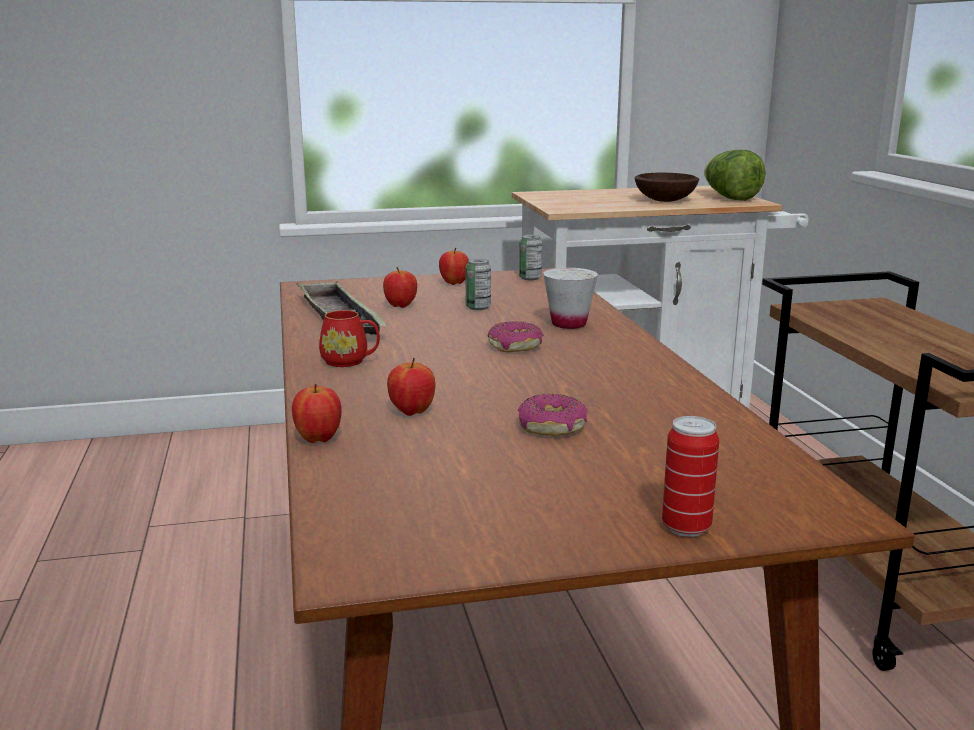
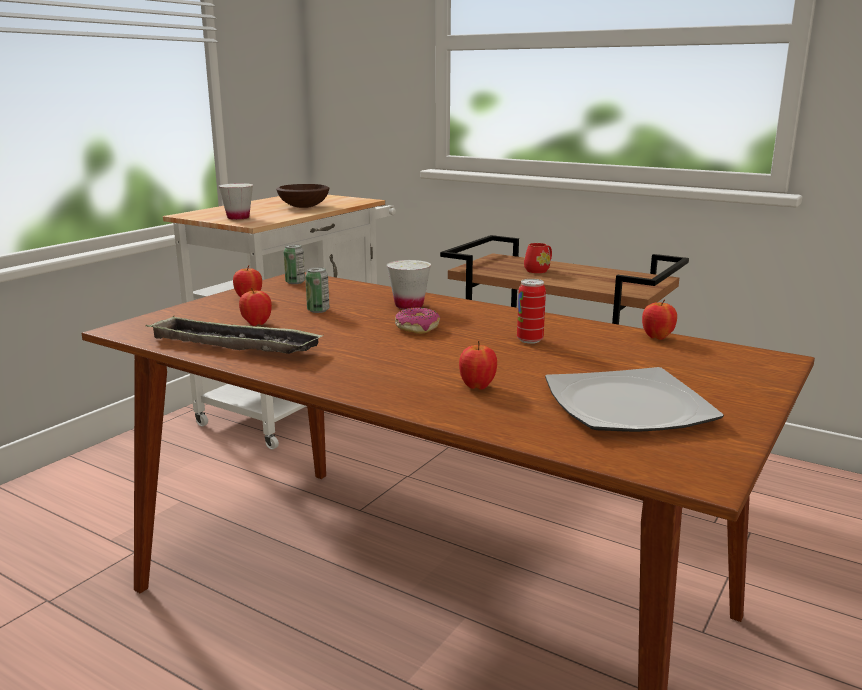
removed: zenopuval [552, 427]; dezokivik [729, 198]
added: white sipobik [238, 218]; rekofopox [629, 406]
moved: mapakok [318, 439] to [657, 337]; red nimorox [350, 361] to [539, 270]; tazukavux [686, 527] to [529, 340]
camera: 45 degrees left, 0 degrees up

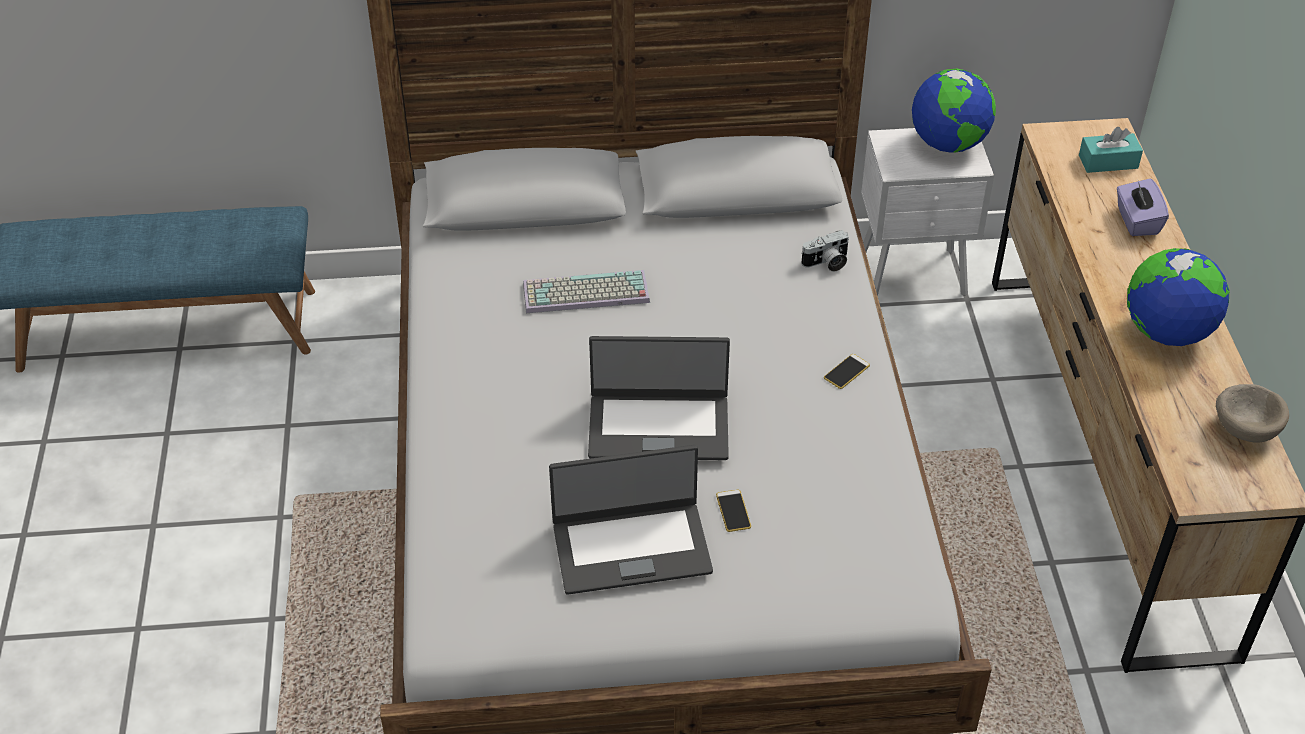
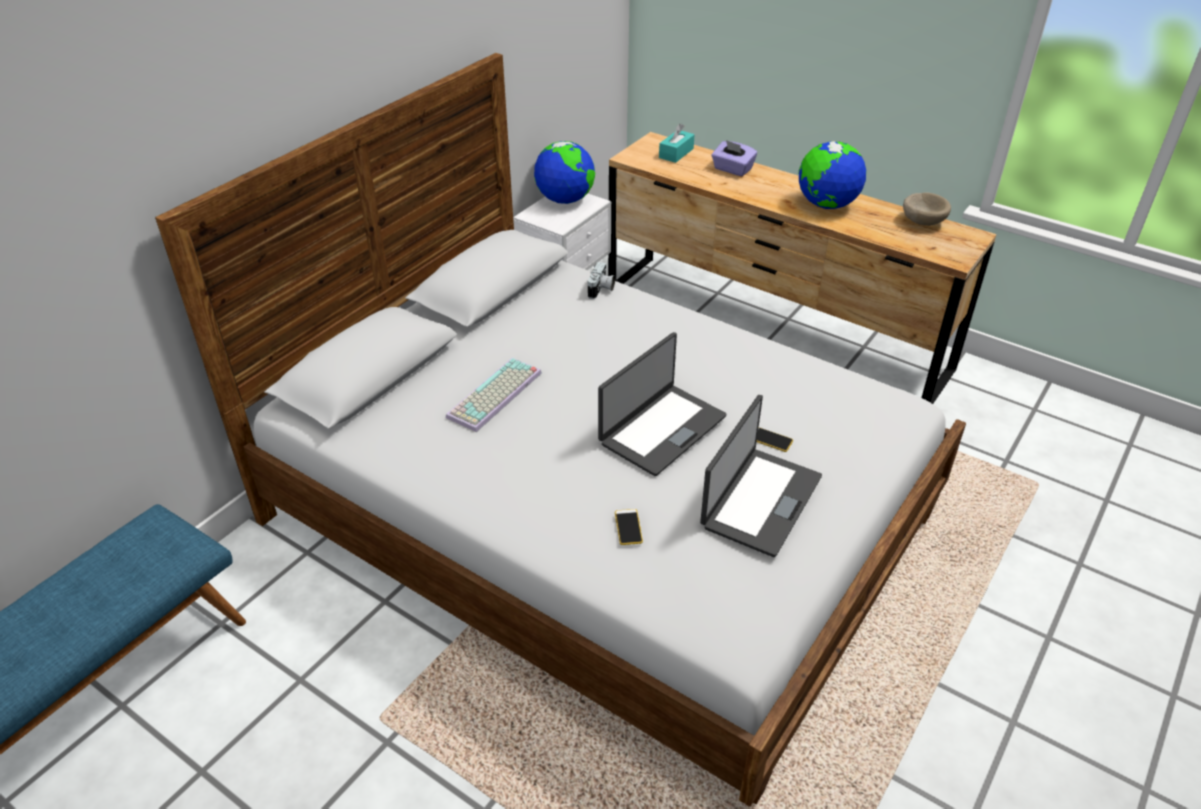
moved: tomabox [846, 372] to [628, 527]
camera: 50 degrees left, 5 degrees down

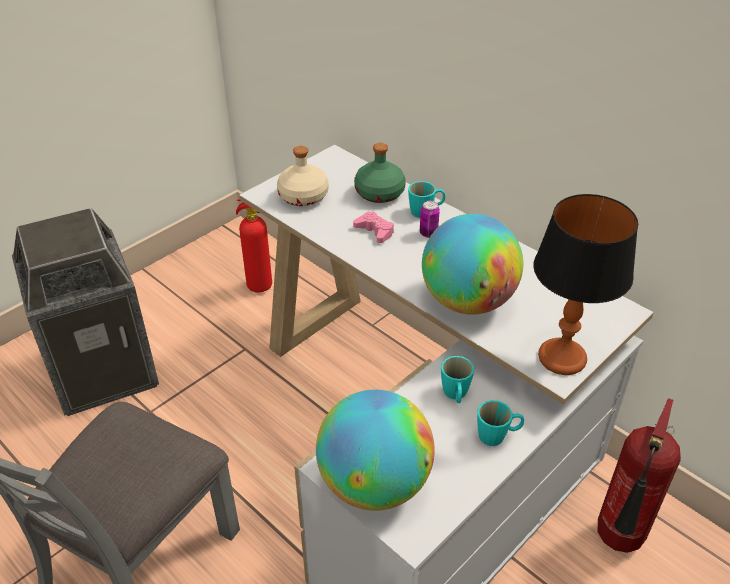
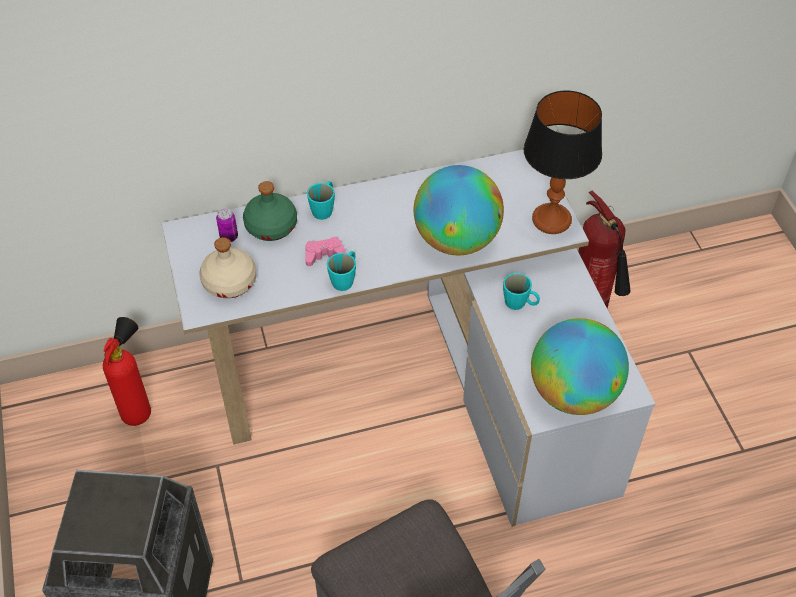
moved: tazukavux [428, 233] to [229, 237]; turquoise nimorox [497, 436] to [345, 279]
camera: 60 degrees left, 10 degrees up

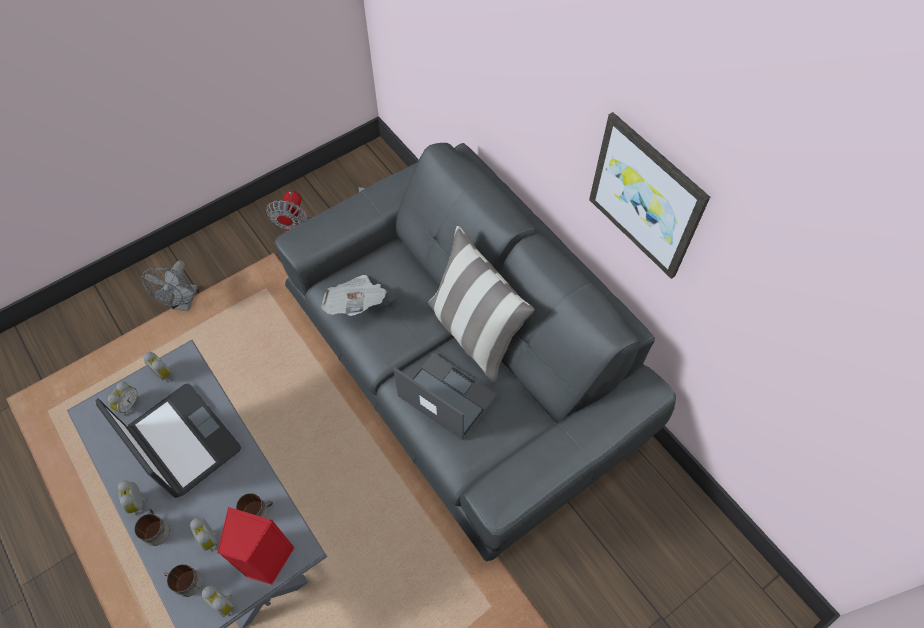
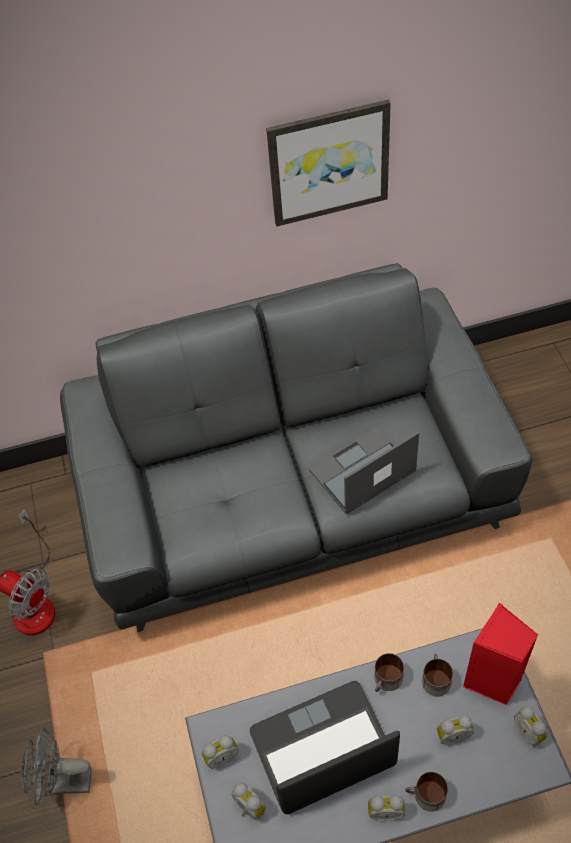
removed: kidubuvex [356, 304]; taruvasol [475, 333]
moved: nimorox [184, 583] to [387, 681]
turned: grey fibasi [184, 303] = [63, 782] 150 degrees clockwise; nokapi [224, 602] = [529, 732] 90 degrees clockwise
camera: 65 degrees left, 5 degrees down

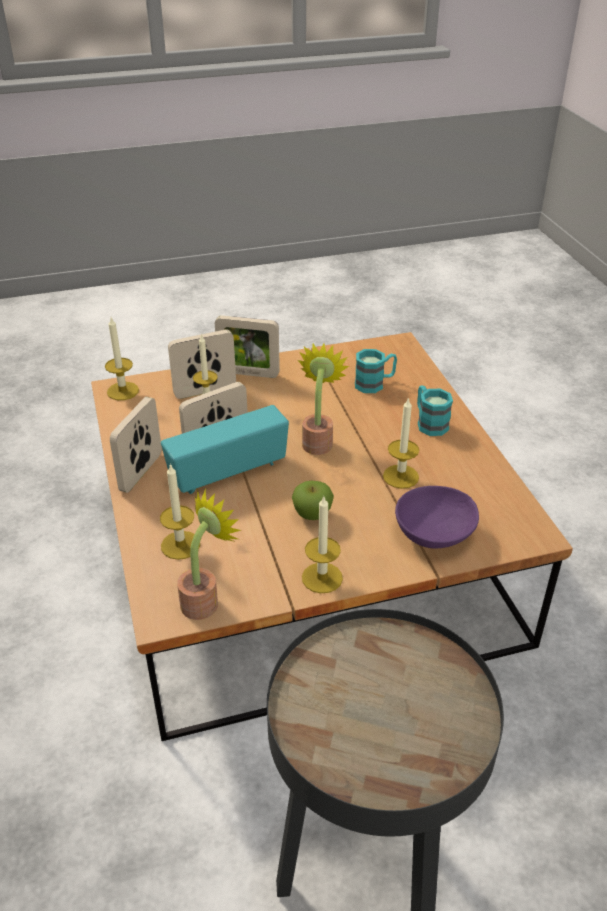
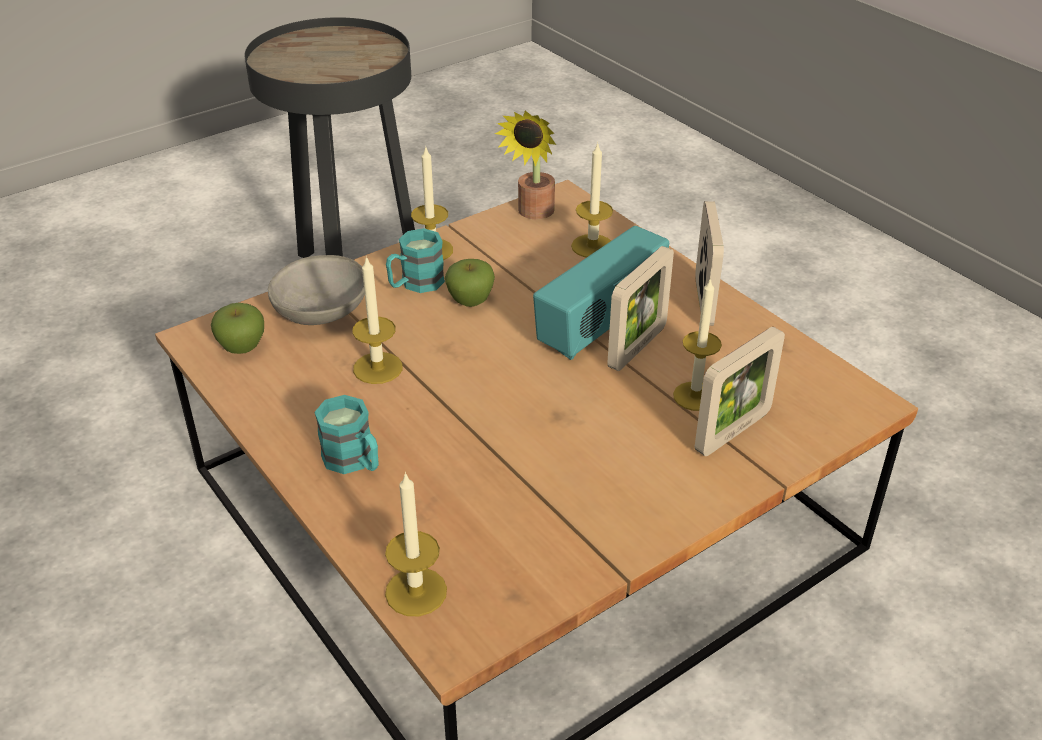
removed: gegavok [248, 373]; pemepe [318, 441]
added: mapakok [242, 348]
moved: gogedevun [123, 391] to [416, 592]; turquoise nimorox [375, 383] to [415, 284]
recoloured: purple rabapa [433, 533] to grey rabapa [322, 312]
camera: 160 degrees right, 0 degrees up

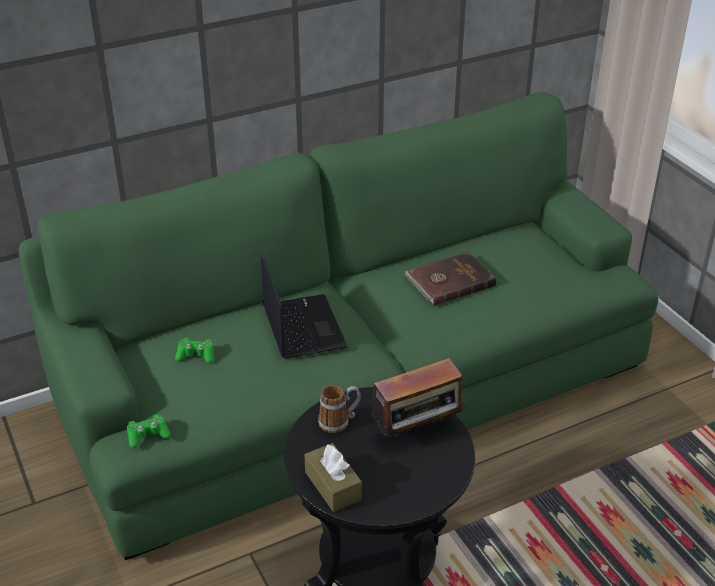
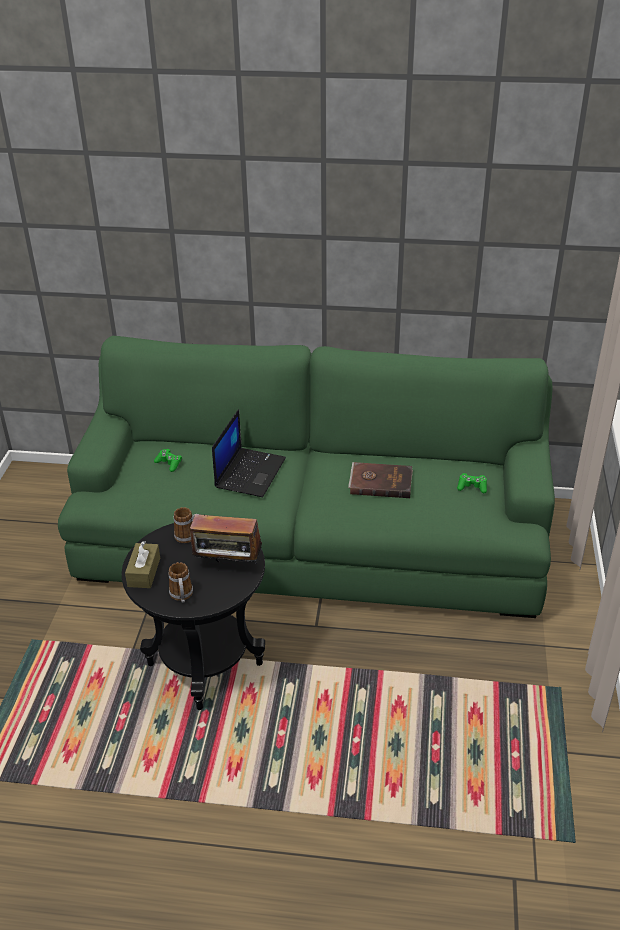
added: nimorox [182, 596]
moved: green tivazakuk [148, 435] to [472, 487]
camera: 35 degrees right, 0 degrees up

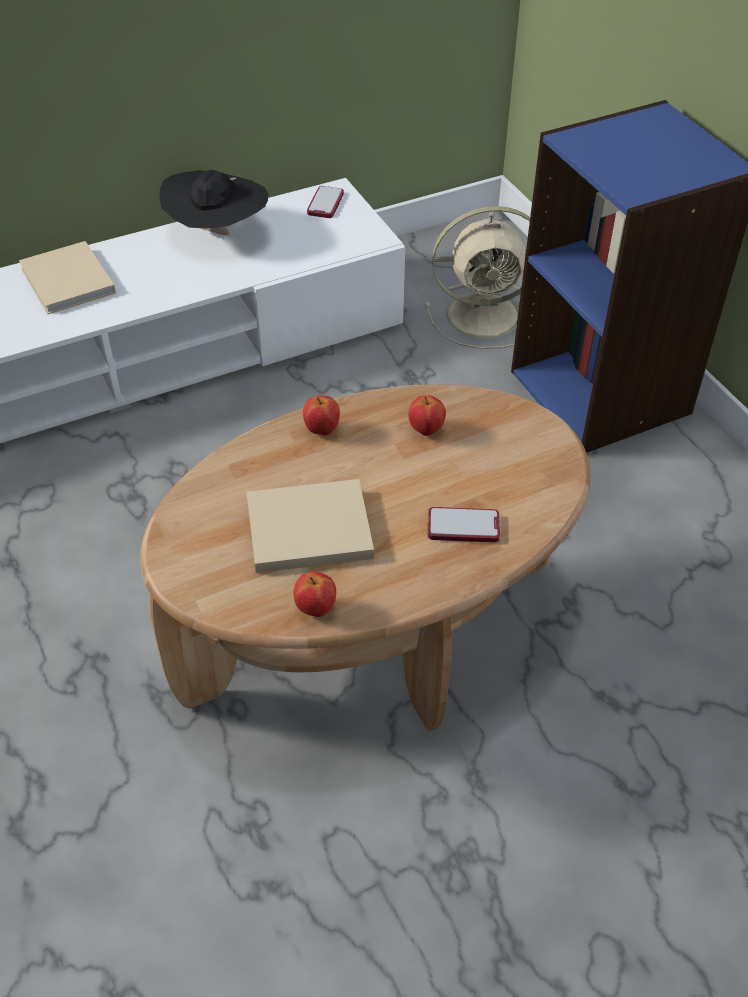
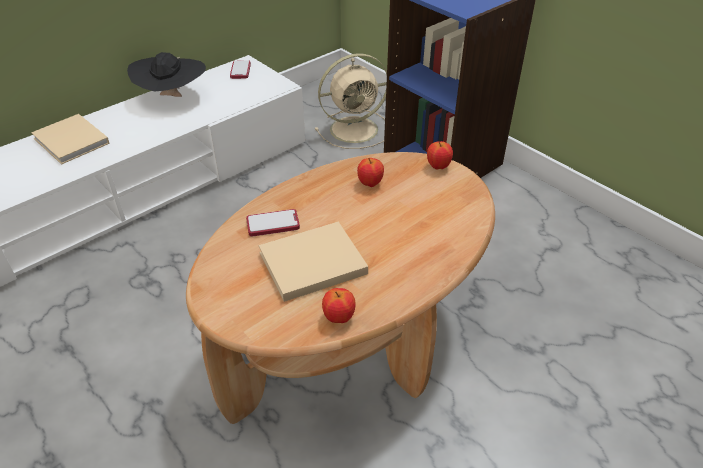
moved: mapakok [322, 430] to [438, 166]; tomabox [463, 526] to [273, 224]
camera: 15 degrees left, 5 degrees down

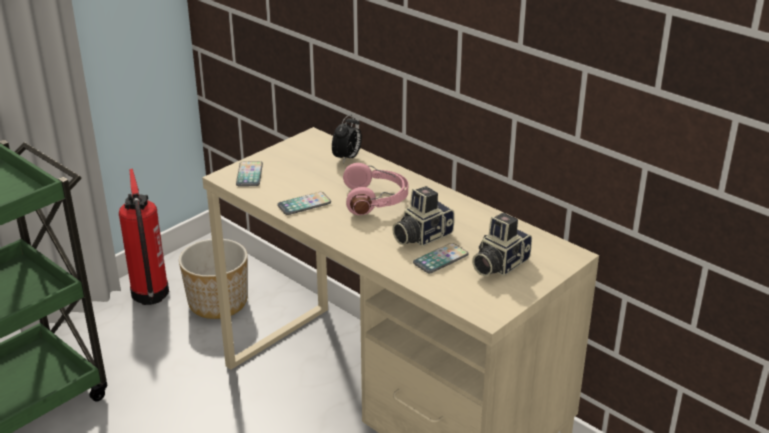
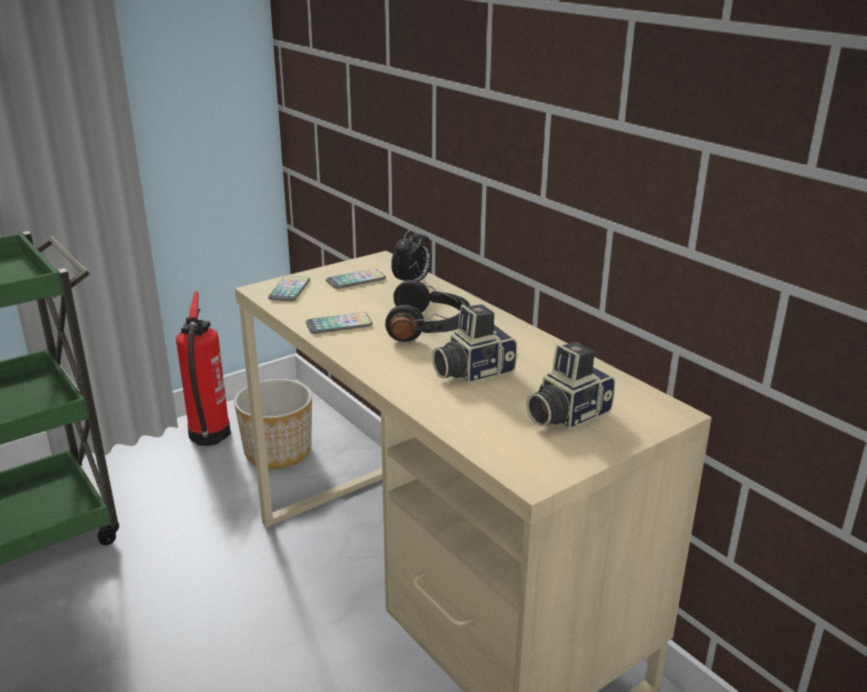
moved: tomabox [440, 259] to [356, 280]
recoloured: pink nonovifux [376, 200] to black nonovifux [429, 327]
camera: 10 degrees right, 5 degrees down

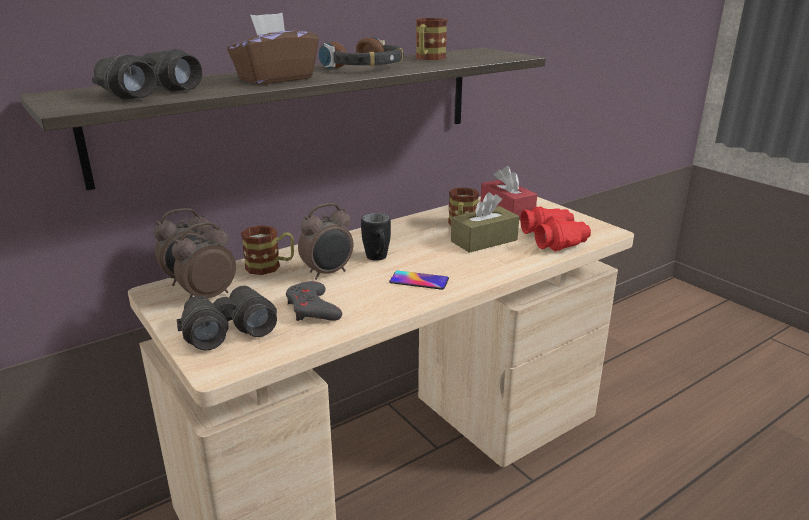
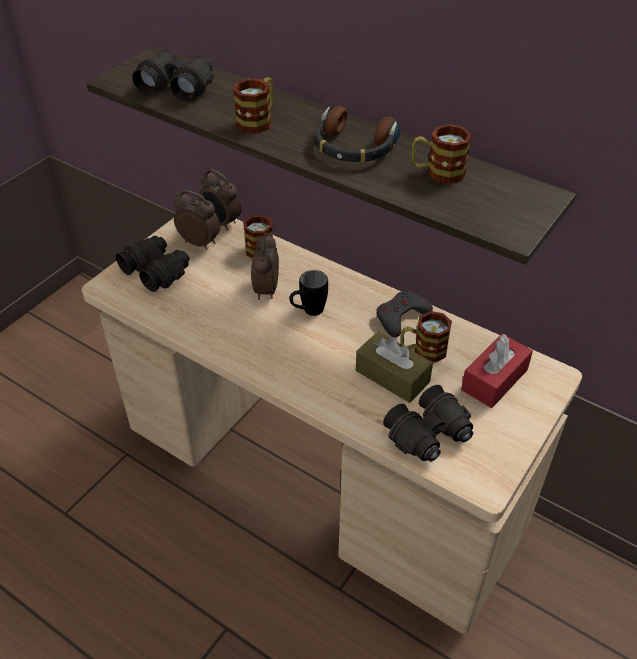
removed: tomabox [419, 280]
moved: grey tivazakuk [312, 308] to [401, 317]
replaced: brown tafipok [275, 79] to nimorox [258, 120]
recoloured: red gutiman [554, 239] to black gutiman [430, 435]
turned: nokapi [328, 273] = [265, 290] 60 degrees clockwise
camera: 70 degrees right, 20 degrees up

